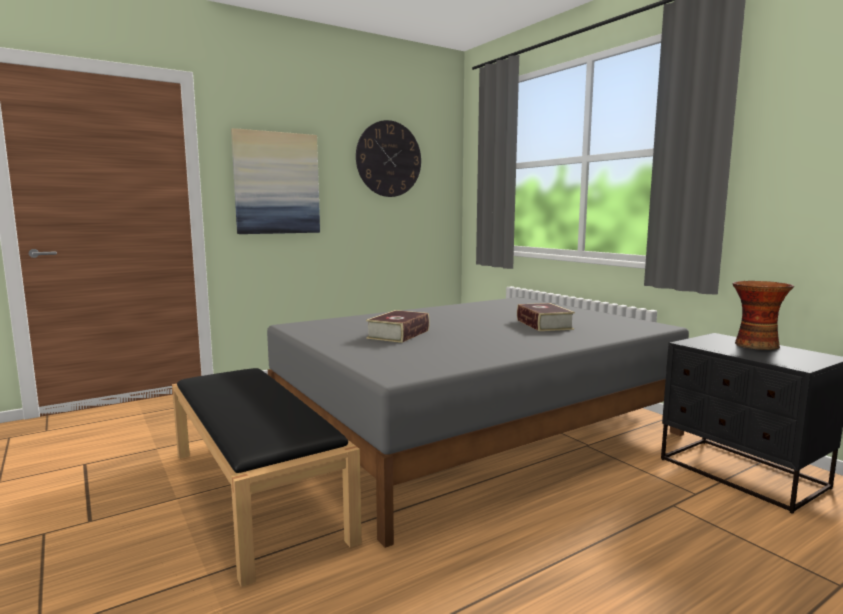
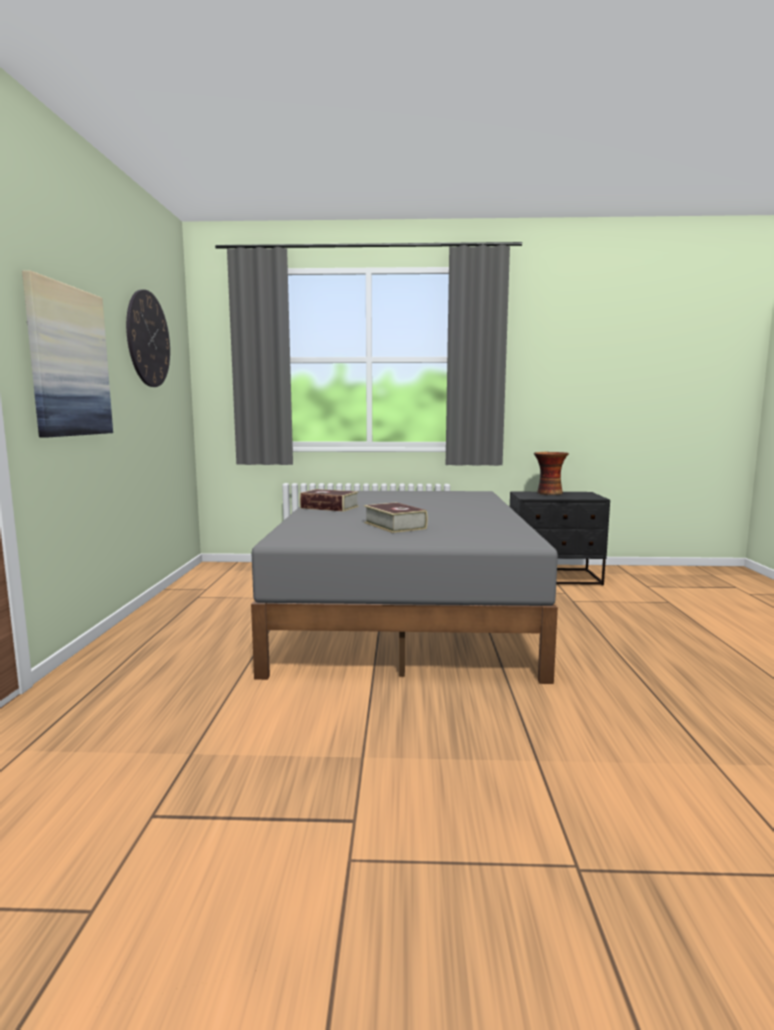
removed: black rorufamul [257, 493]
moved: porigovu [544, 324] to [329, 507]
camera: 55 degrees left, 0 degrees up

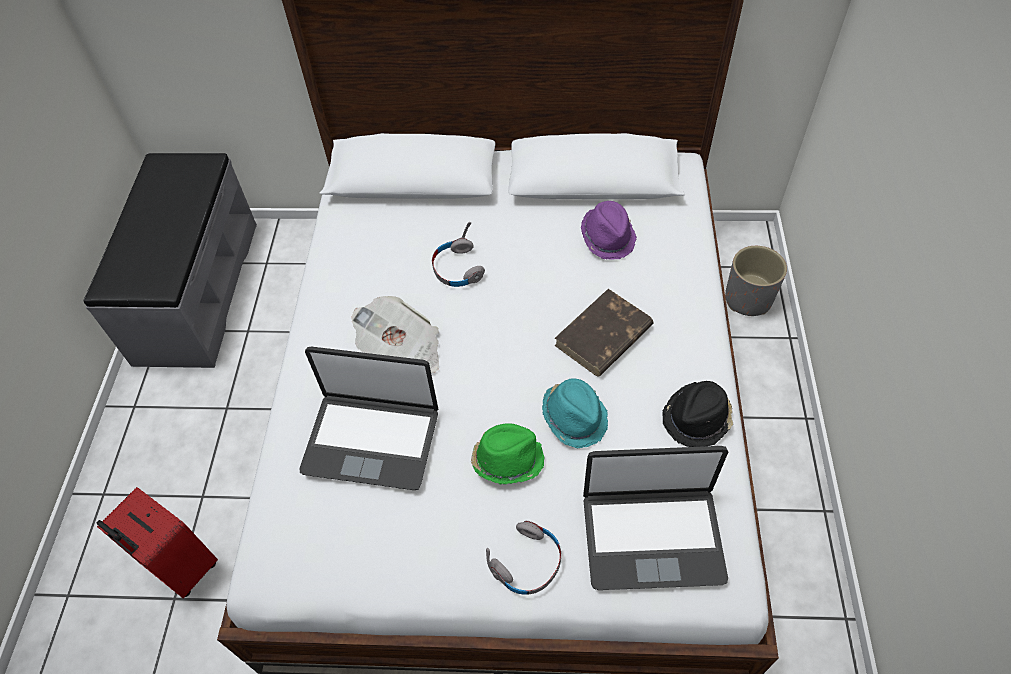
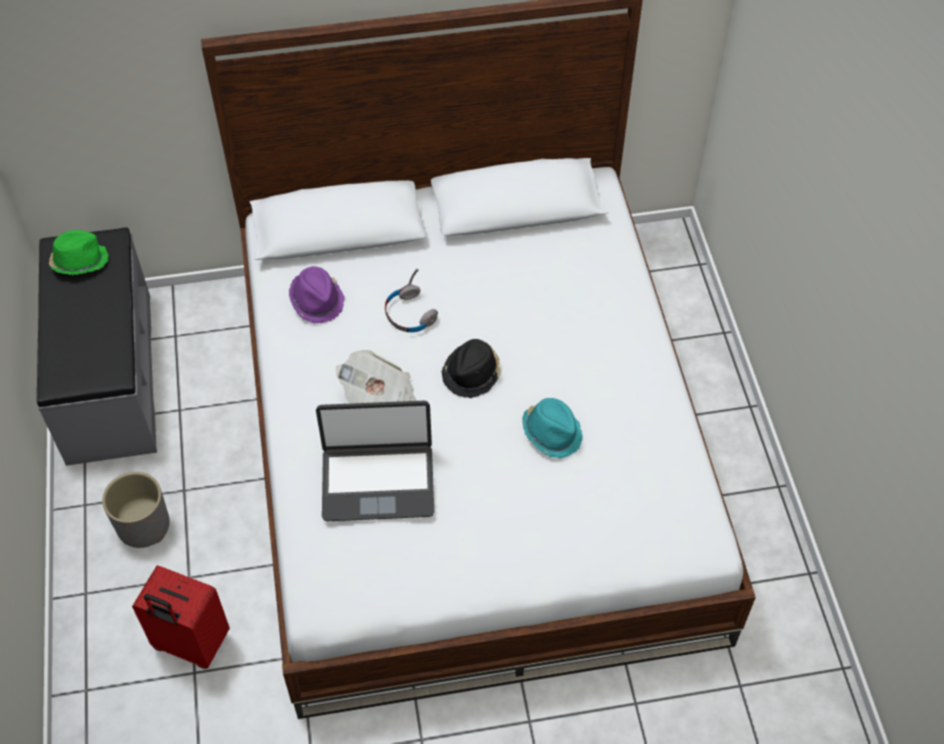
removed: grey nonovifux [528, 563]; brown porigovu [603, 336]; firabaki [652, 536]
moved: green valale [507, 459] to [79, 261]; purple valale [608, 237] to [317, 301]; black valale [697, 418] to [472, 373]; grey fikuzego [748, 299] to [144, 526]
camera: 15 degrees left, 0 degrees up

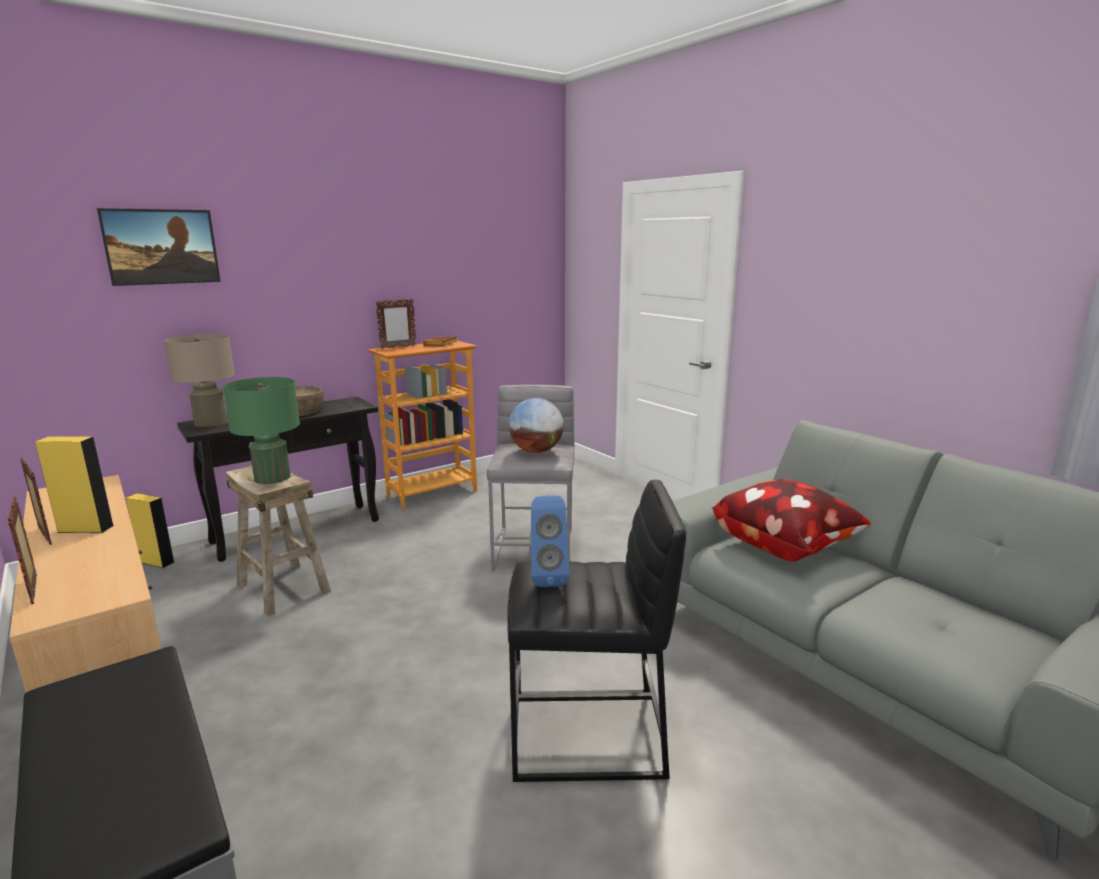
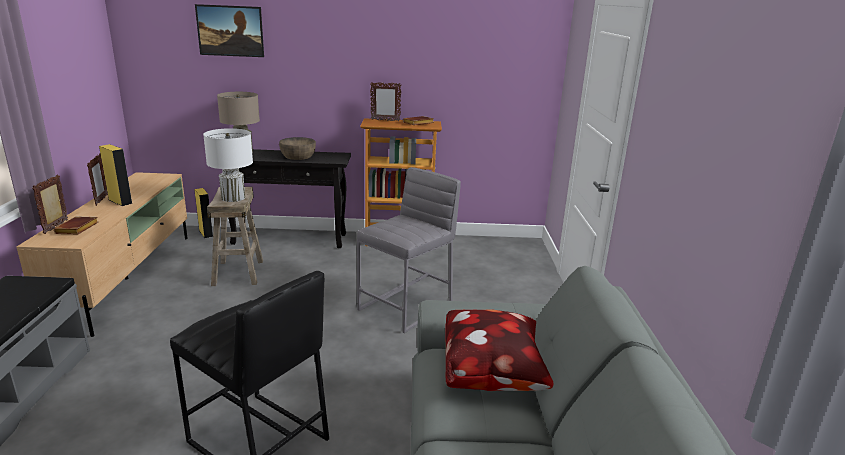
removed: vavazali [536, 451]; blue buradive [548, 577]
added: brown porigovu [77, 229]
recoloured: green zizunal [272, 478] to white zizunal [233, 198]
camera: 35 degrees right, 5 degrees up

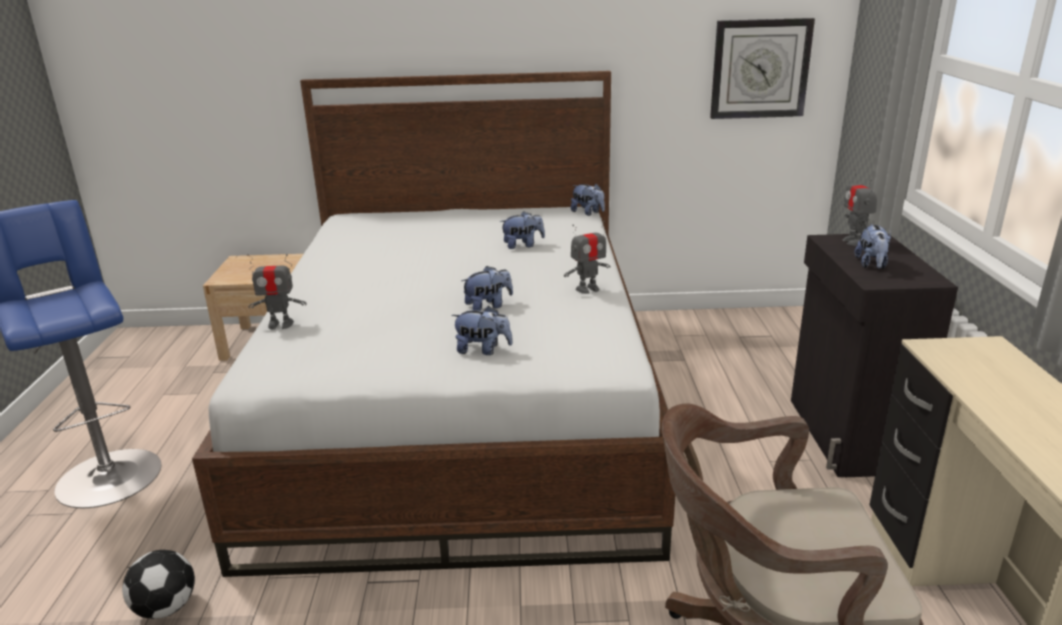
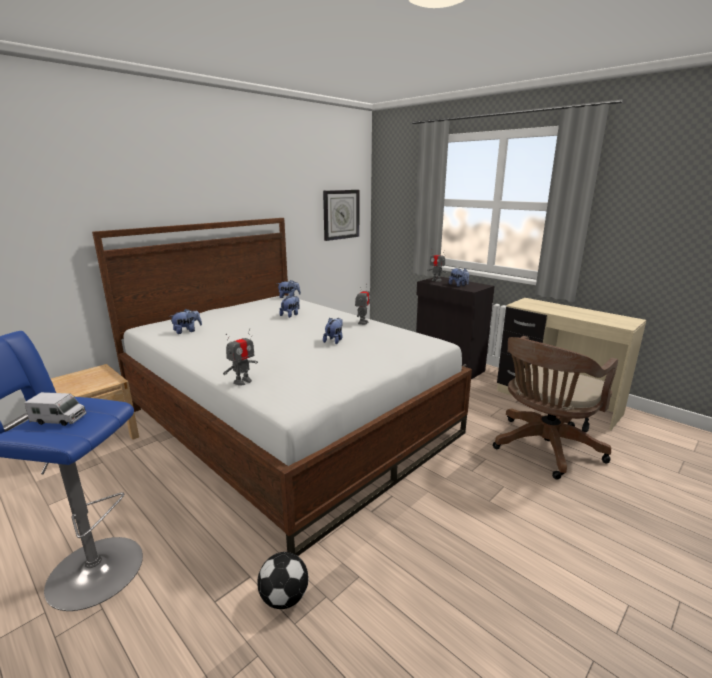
added: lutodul [59, 419]
moved: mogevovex [483, 350] to [187, 331]
camera: 45 degrees left, 5 degrees down

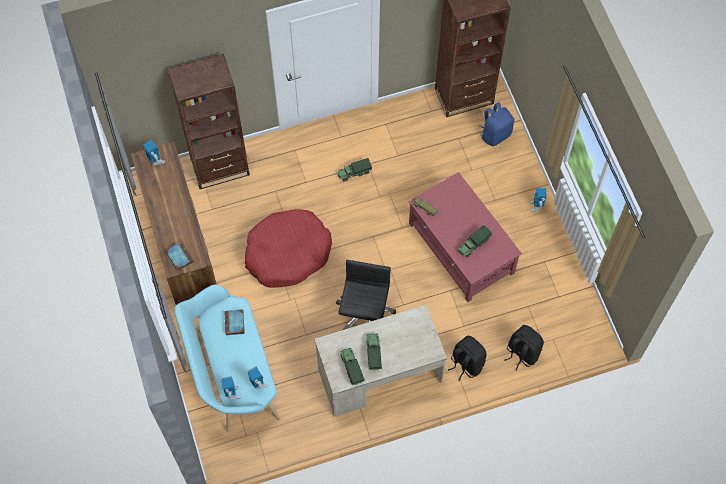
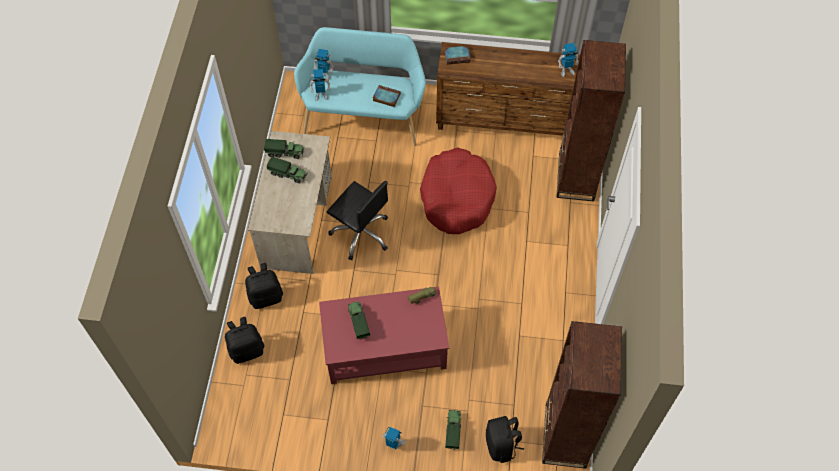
moved: lutodul [354, 173] to [453, 431]
recoloured: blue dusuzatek [495, 134] to black dusuzatek [501, 445]
camera: 115 degrees right, 5 degrees down

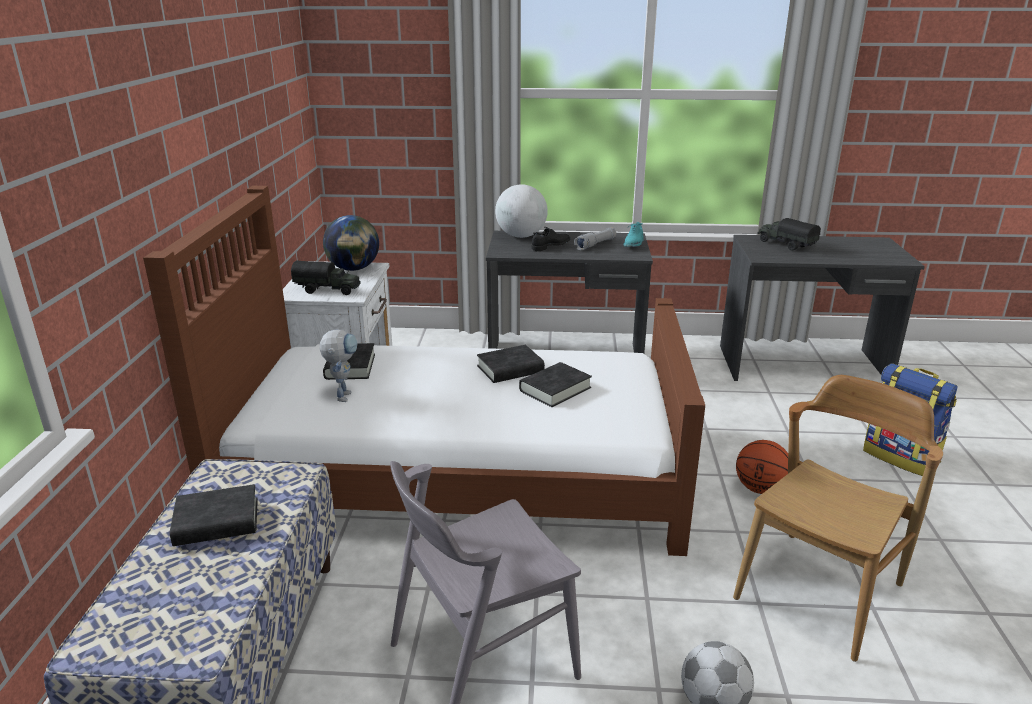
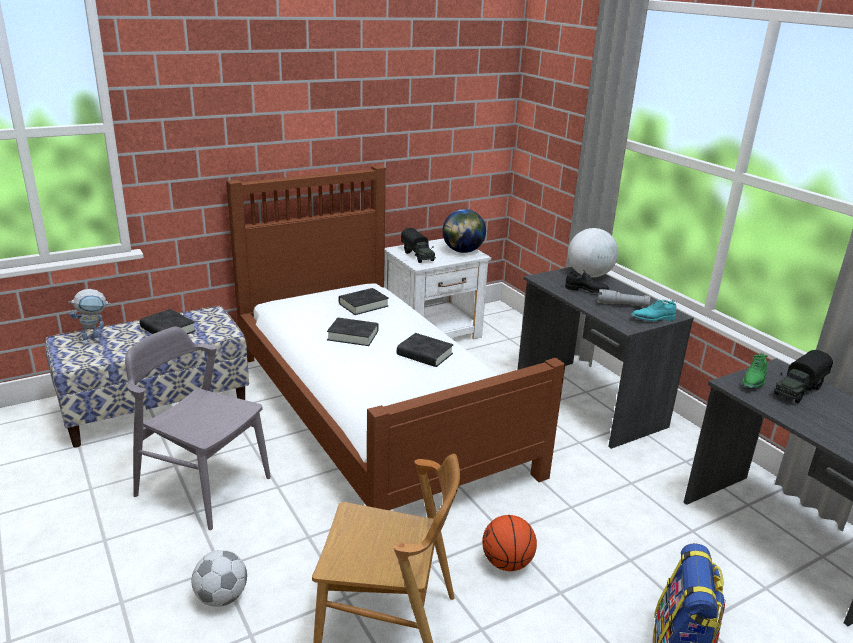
added: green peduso [754, 381]
moved: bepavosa [343, 394] to [96, 340]; black porigovu [555, 389] to [353, 335]
turned: lutodul [785, 245] = [798, 390] 150 degrees counterclockwise
camera: 55 degrees right, 0 degrees up

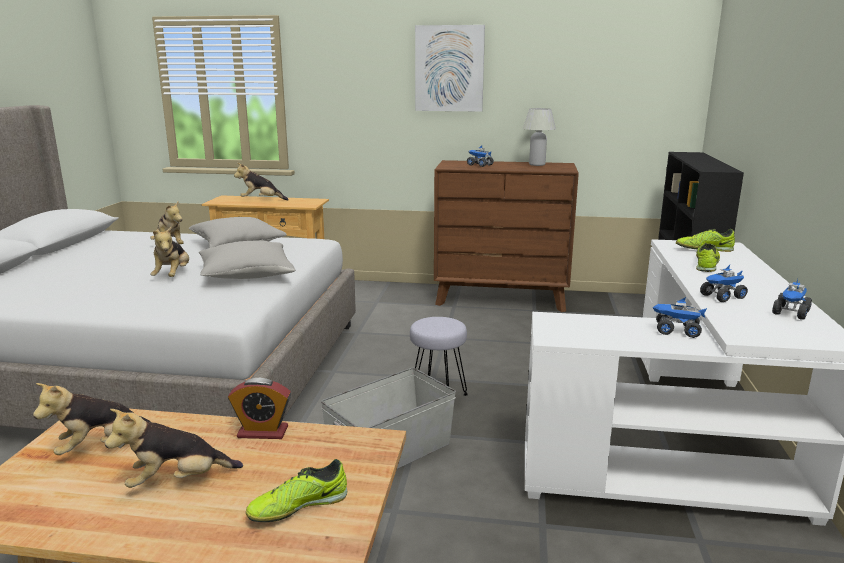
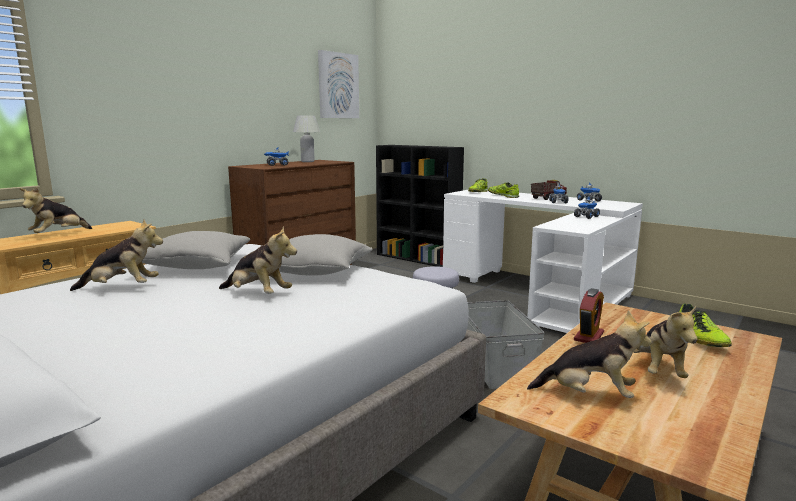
added: lutodul [547, 198]
moved: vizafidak [449, 68] to [338, 85]
turned: mogevovex [103, 448] = [589, 395] 75 degrees counterclockwise
camera: 60 degrees left, 5 degrees down

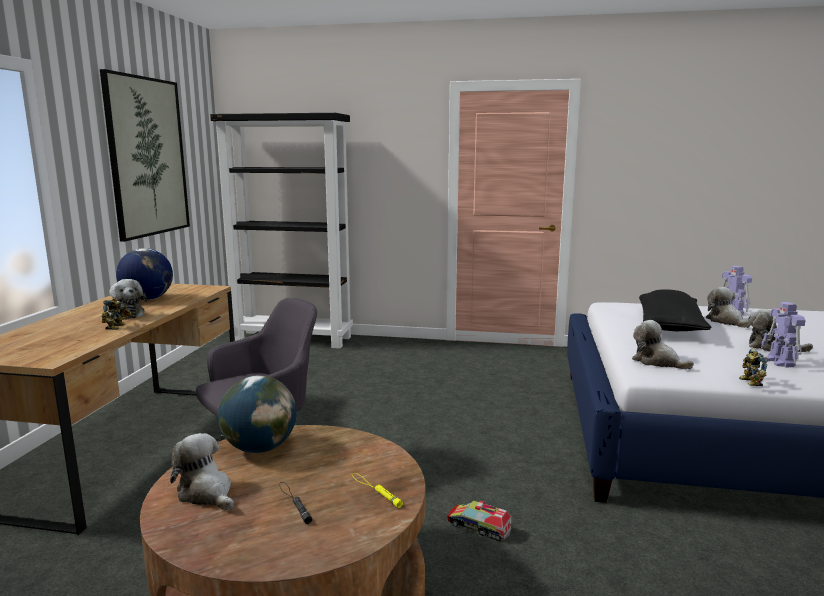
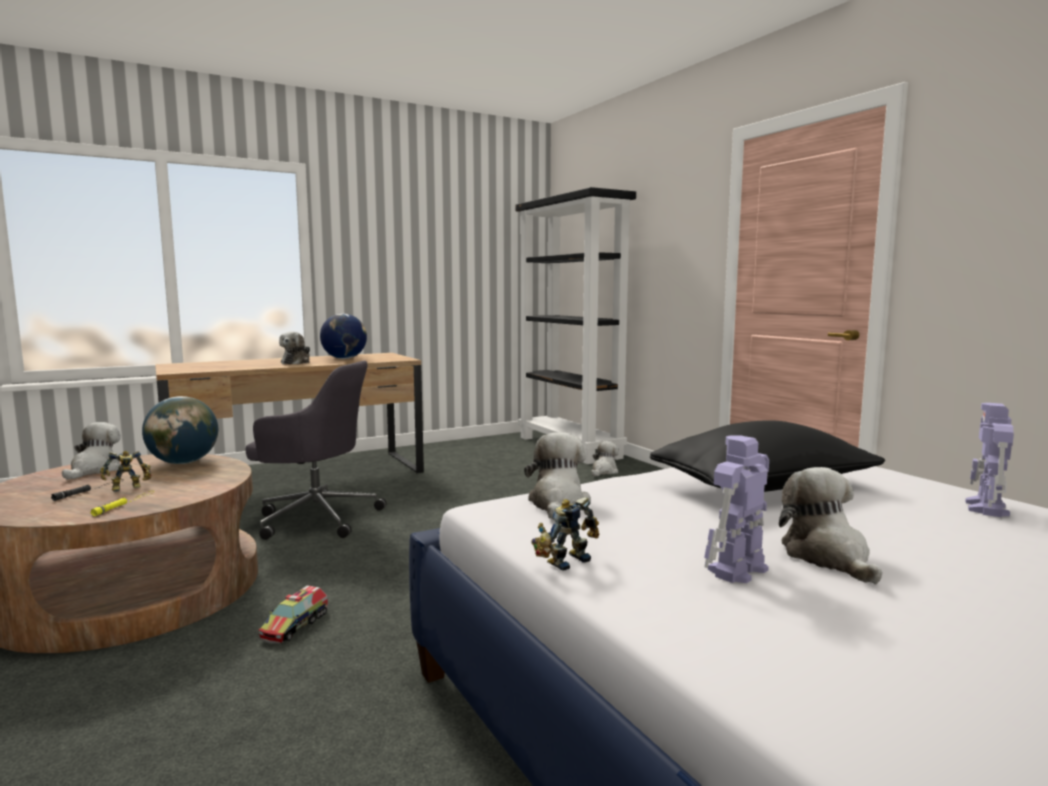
removed: vizafidak [147, 157]
moved: bepavosa [117, 327] to [127, 488]; mogevovex [726, 321] to [604, 471]
turned: lutodul [479, 527] = [295, 625] 150 degrees counterclockwise
camera: 50 degrees right, 5 degrees down

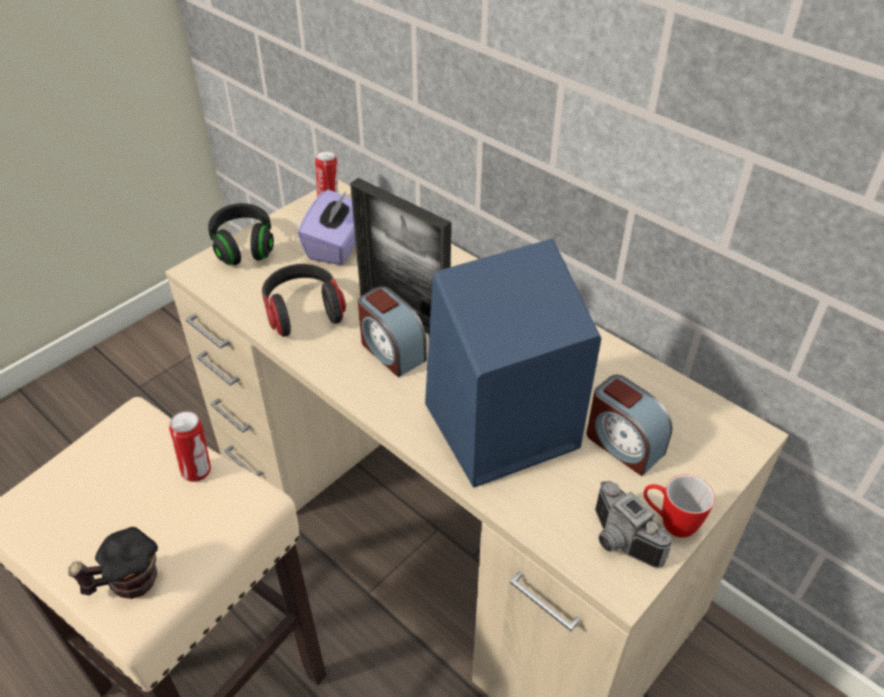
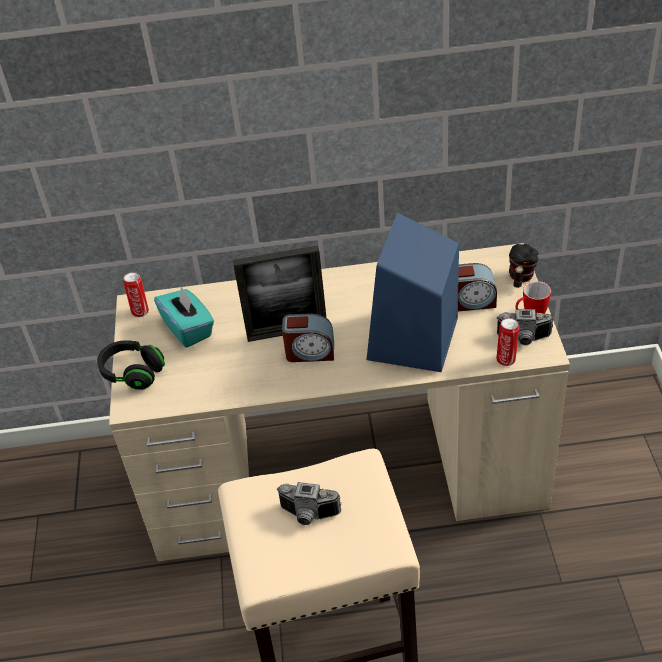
removed: nonovifux [303, 311]
added: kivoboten [308, 516]
moved: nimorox [127, 583] to [520, 279]; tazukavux [198, 471] to [506, 359]
recoloured: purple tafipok [337, 246] to turquoise tafipok [188, 329]
camera: 45 degrees left, 0 degrees up

